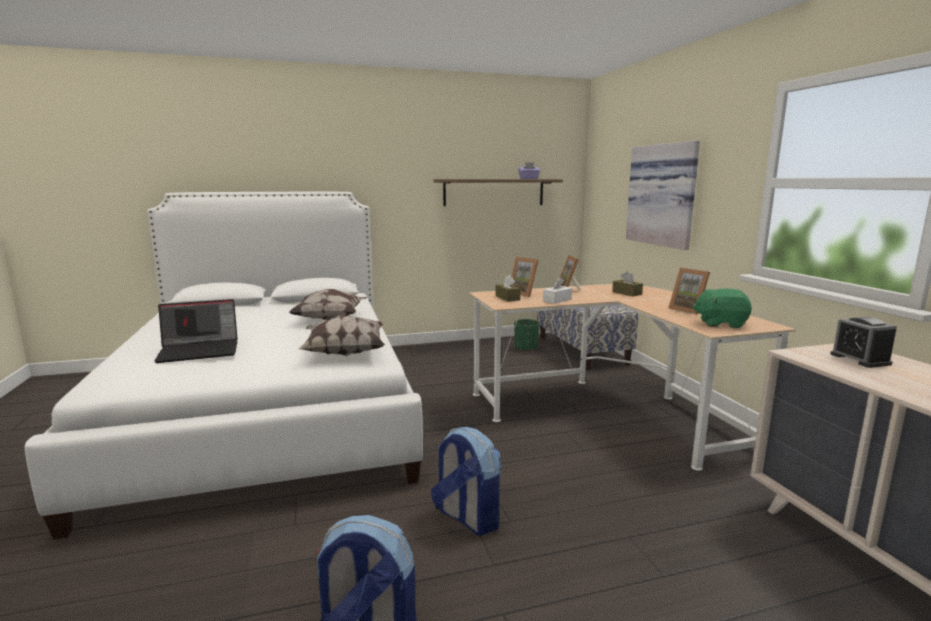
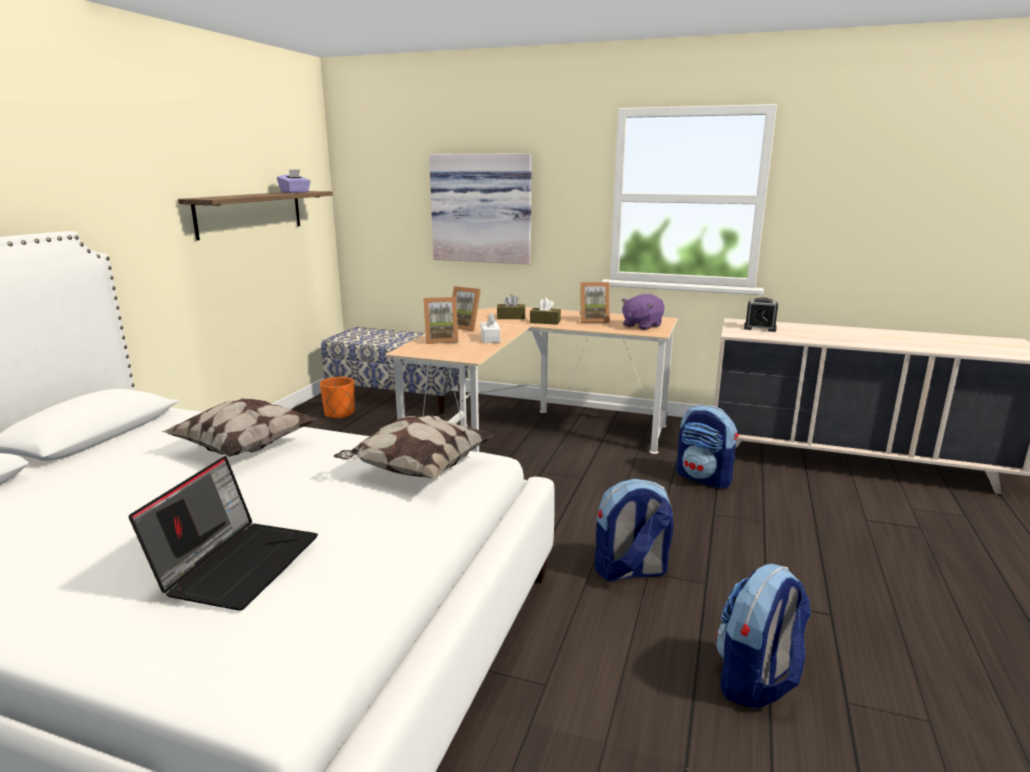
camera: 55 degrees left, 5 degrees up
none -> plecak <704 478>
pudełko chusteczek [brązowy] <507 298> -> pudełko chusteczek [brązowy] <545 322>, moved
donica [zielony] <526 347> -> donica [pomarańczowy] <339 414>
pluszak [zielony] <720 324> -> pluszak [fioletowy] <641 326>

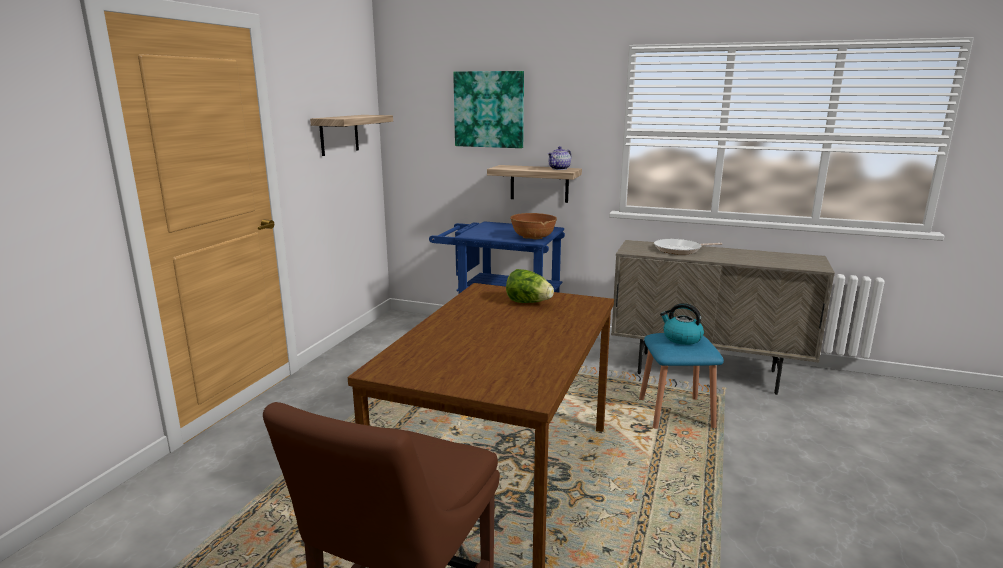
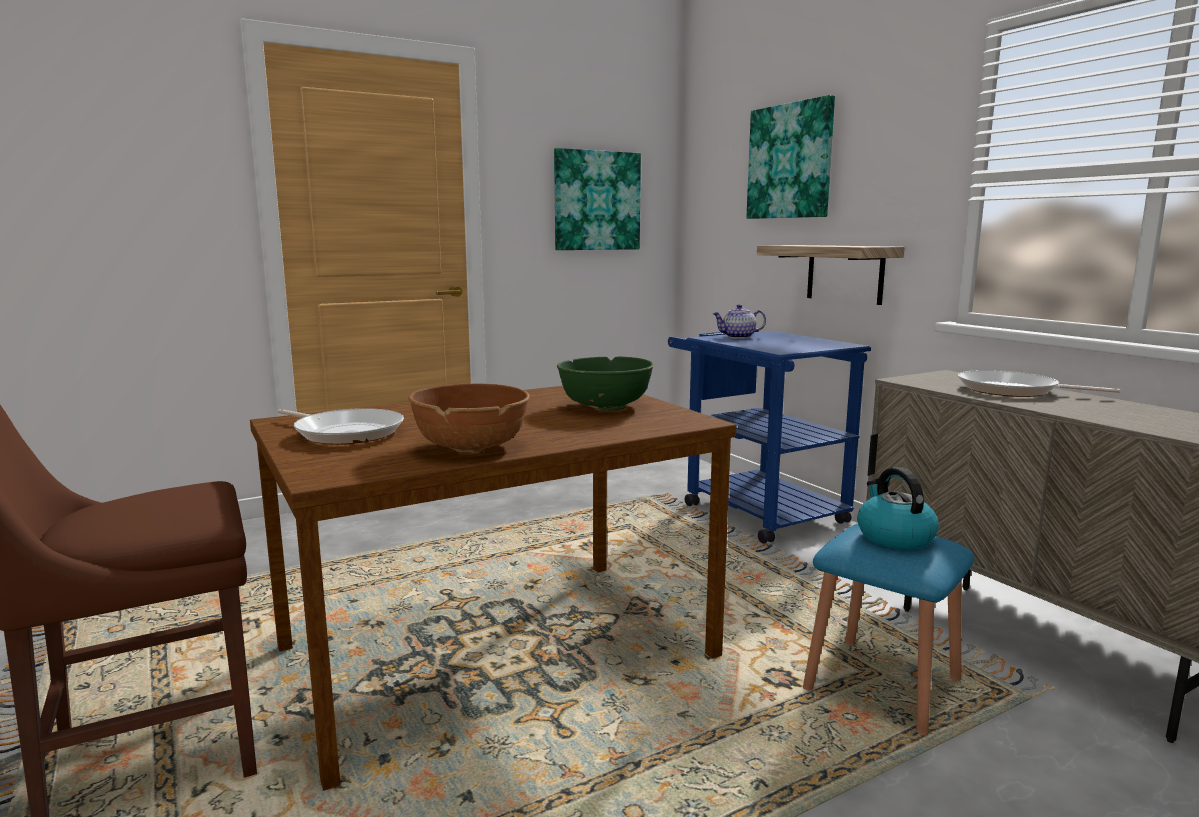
camera: 40 degrees right, 5 degrees down
none -> patelnia <346 432>
miska [brązowy] <533 237> -> miska [brązowy] <471 447>, moved
imbryk <559 169> -> imbryk <738 337>, moved
półka <339 134> -> obraz <596 201>
sałata <528 303> -> miska [zielony] <605 406>

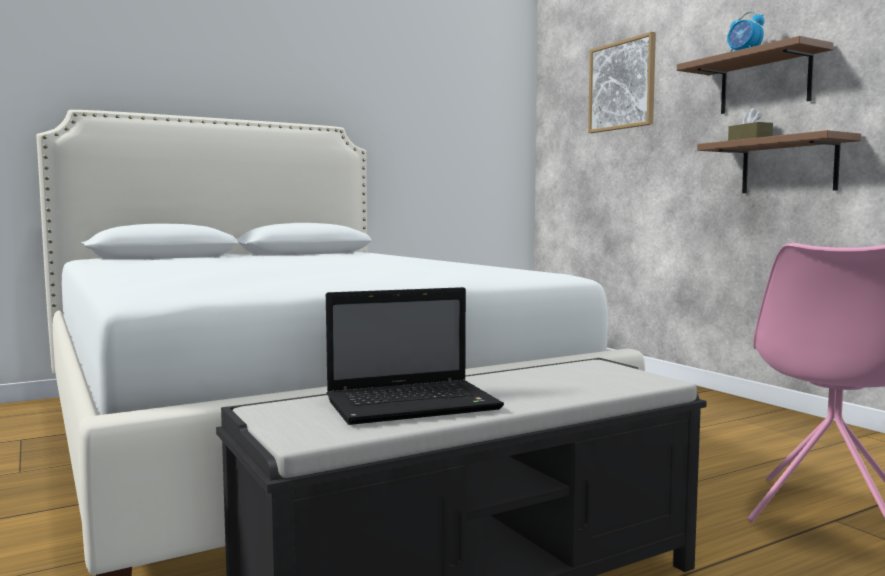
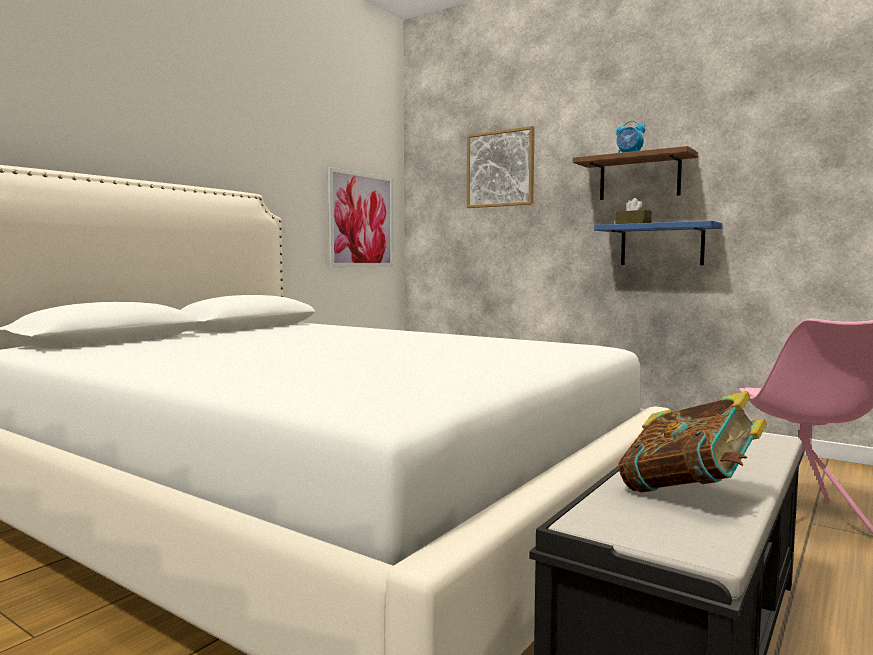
camera: 25 degrees left, 0 degrees up
none -> obraz <361 220>
laptop <415 404> -> książka <688 494>
półka [brązowy] <788 166> -> półka [niebieski] <661 245>

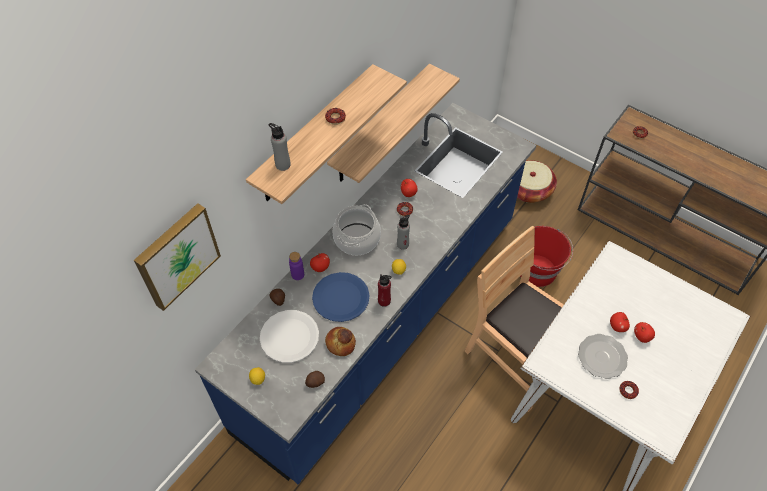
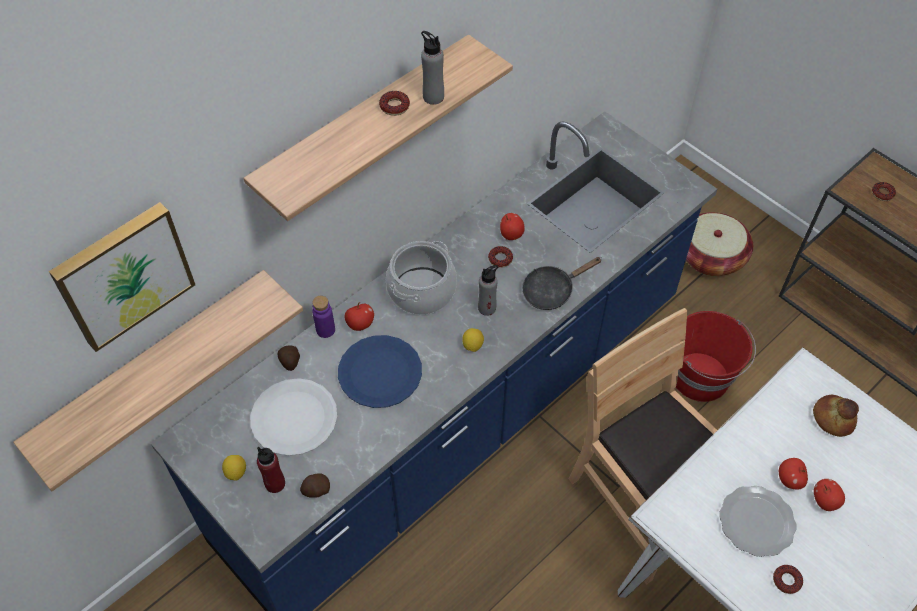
camera: 10 degrees right, 0 degrees up
none -> patelnia [czarny] <552 290>
butelka [szary] <283 165> -> butelka [szary] <433 97>, moved
chleb <341 343> -> chleb <833 418>, moved
półka <380 125> -> półka <154 370>, moved
butelka [czerwony] <384 301> -> butelka [czerwony] <275 484>, moved

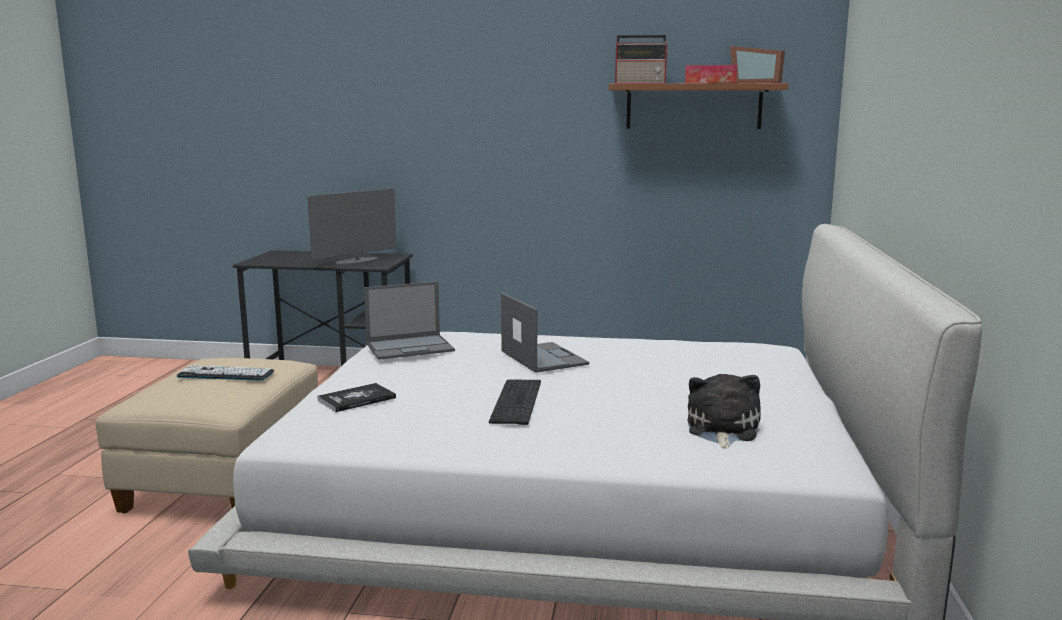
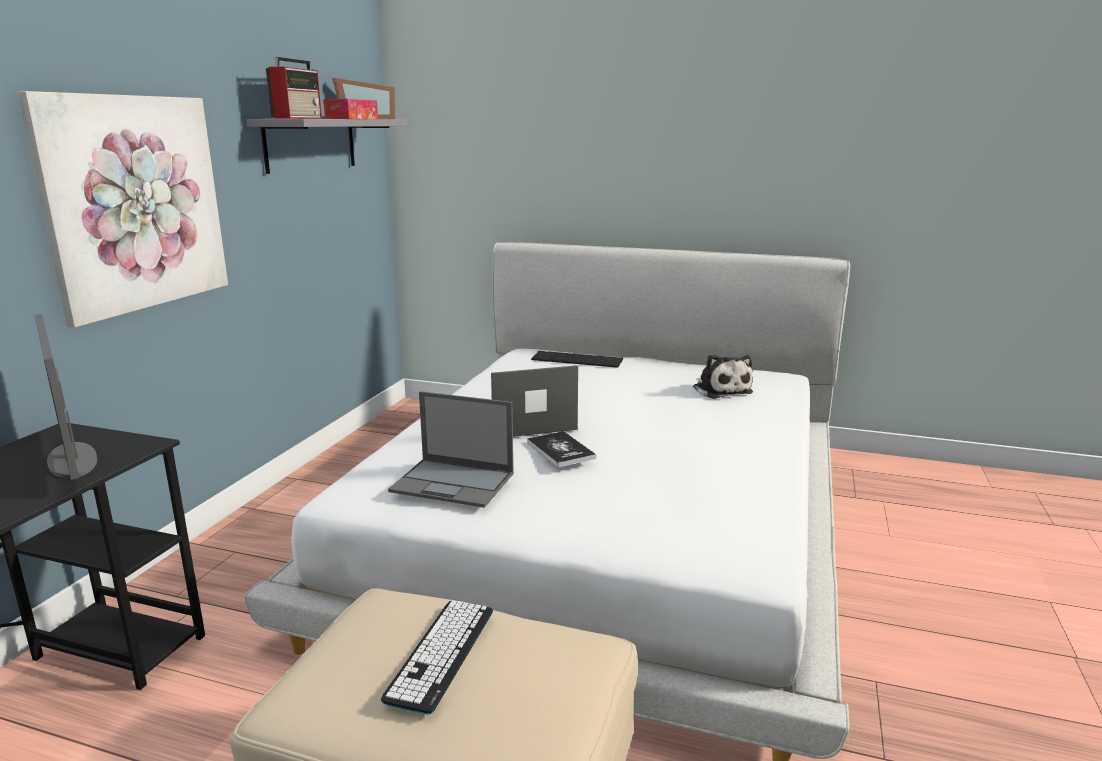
camera: 80 degrees left, 5 degrees up
none -> obraz <135 203>
książka <356 399> -> książka <560 450>, moved
klawiatura <518 402> -> klawiatura <578 359>, moved
półka [brązowy] <693 106> -> półka [szary] <311 144>
laptop <411 347> -> laptop <454 483>, 120 degrees clockwise
pluszak <721 430> -> pluszak <720 390>, 135 degrees counterclockwise

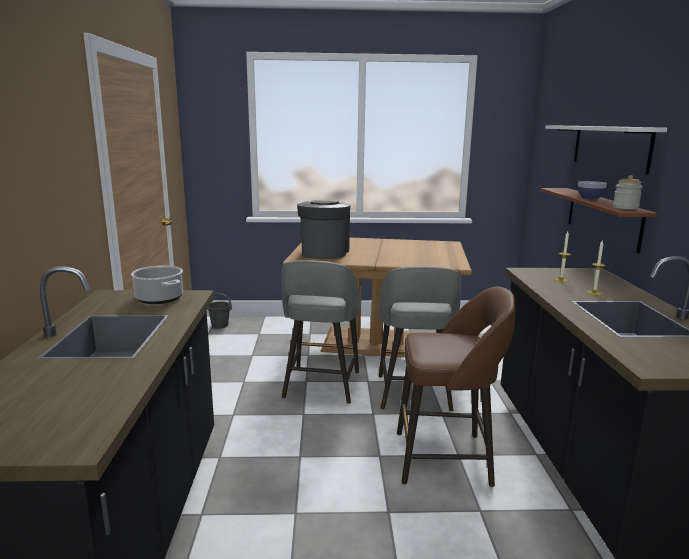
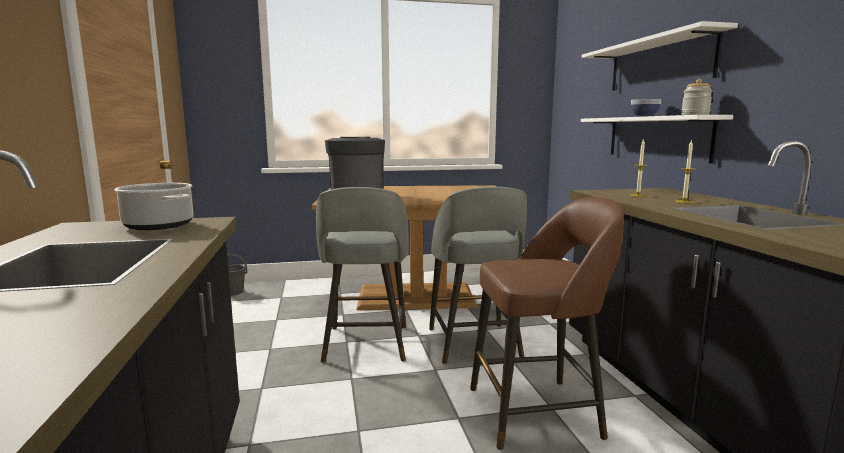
camera: 10 degrees left, 5 degrees down
półka [brązowy] <602 217> -> półka [biały] <656 137>

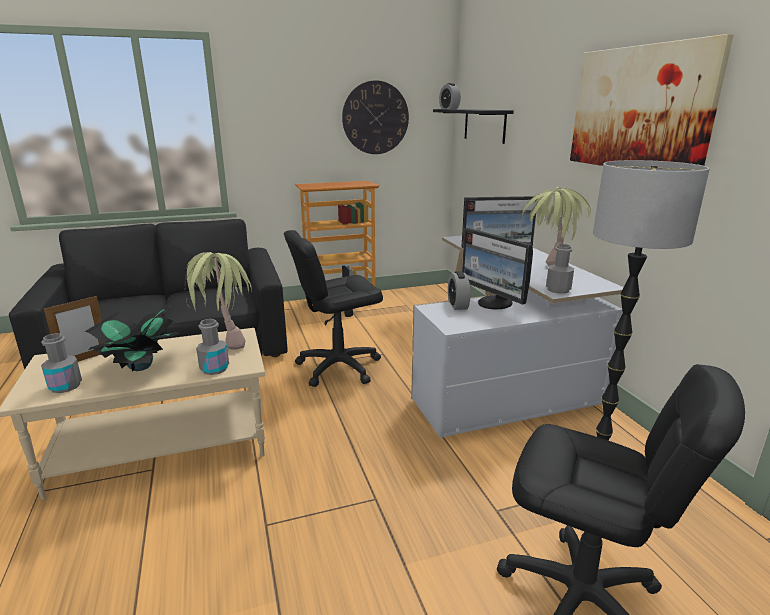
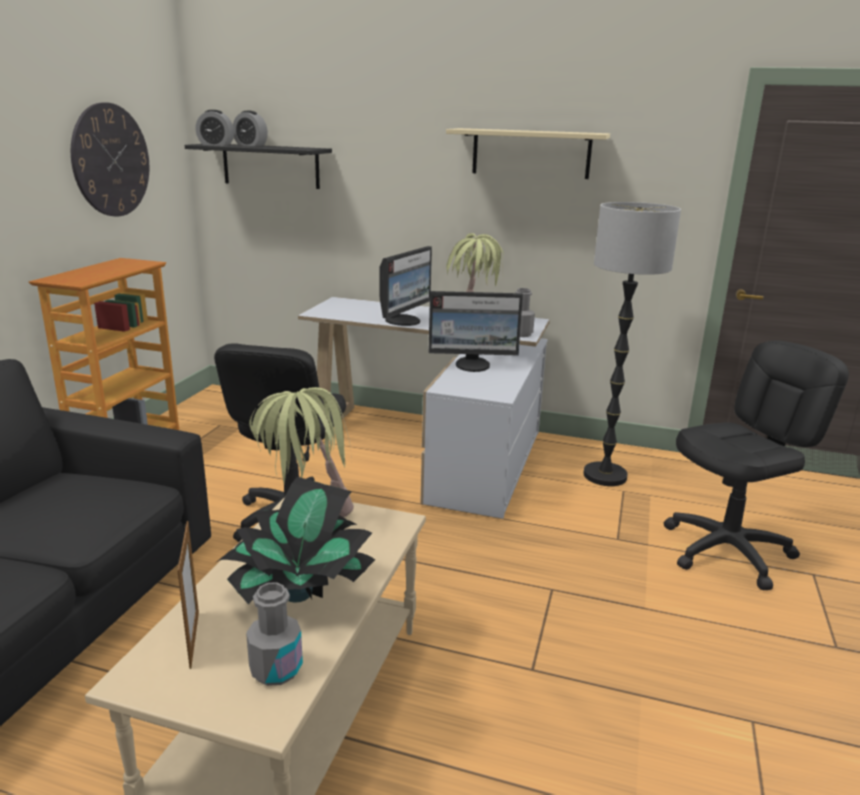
camera: 55 degrees left, 0 degrees up
butelka [szary] <214 369> -> none
budzik <457 305> -> budzik <250 145>, moved
obraz <639 109> -> półka [beżowy] <531 153>

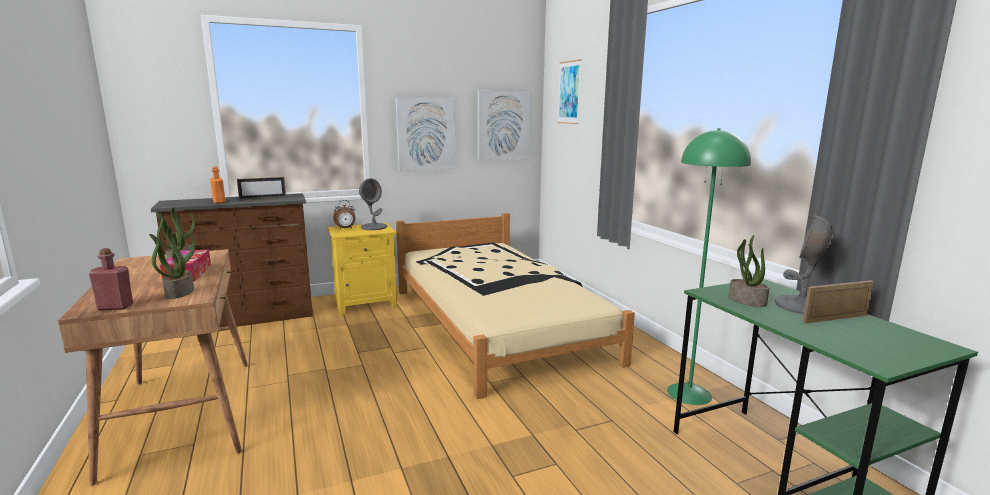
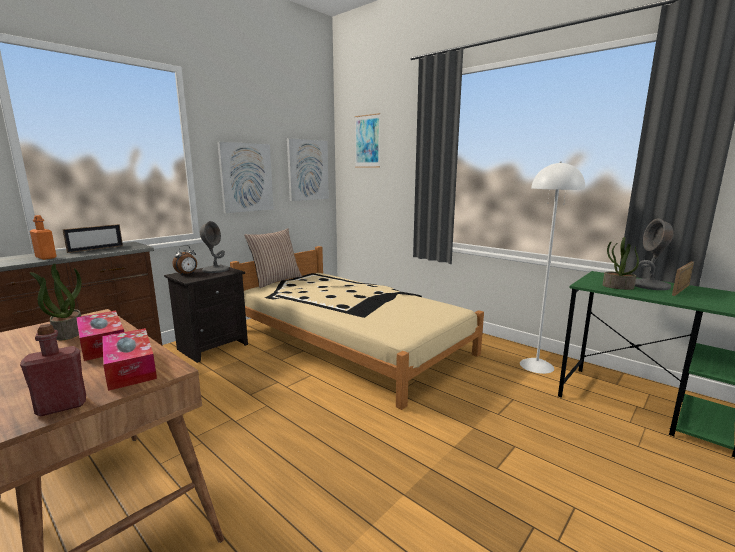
camera: 25 degrees left, 0 degrees up
none -> poduszka <276 280>
roślina doniczkowa <179 292> -> pudełko chusteczek <130 368>
szafka nocna [żółty] <366 304> -> szafka nocna [czarny] <213 346>
lampa stojąca [zielony] <689 393> -> lampa stojąca [biały] <537 365>

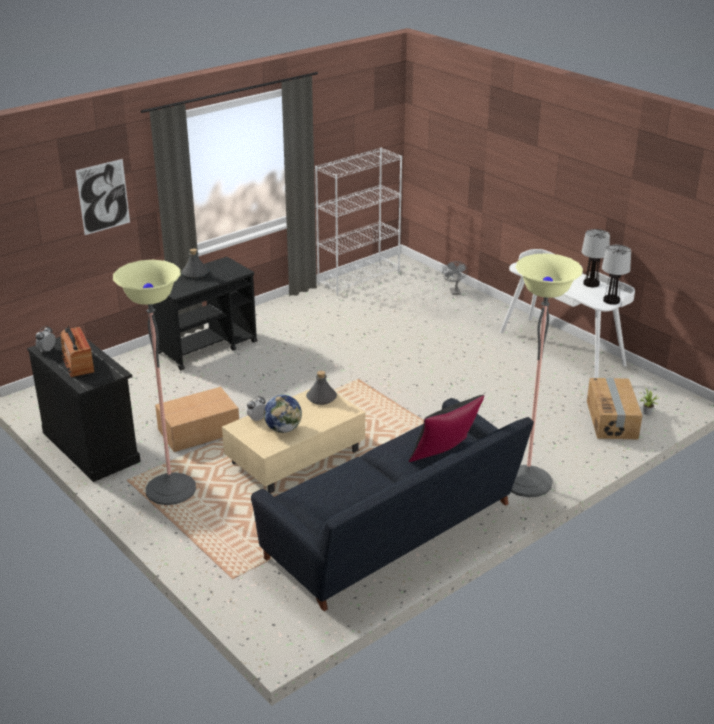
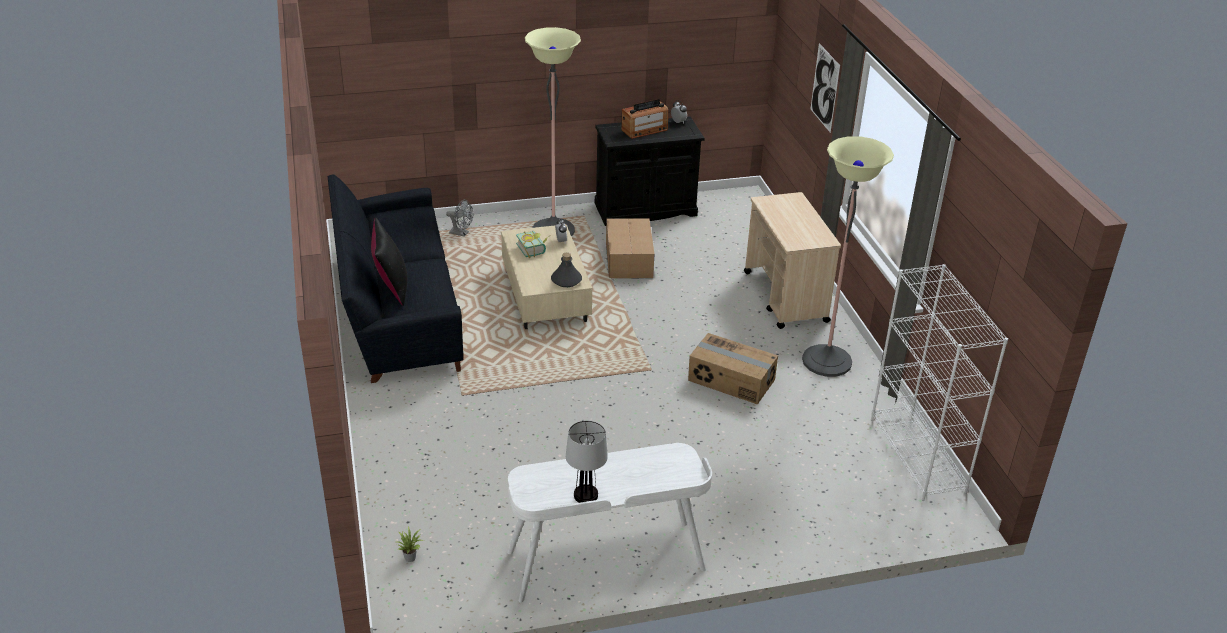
camera: 115 degrees right, 5 degrees up
butelka [szary] <195 274> -> none
lampa stołowa <611 300> -> none
wentylator [szary] <454 290> -> wentylator [szary] <462 233>, moved
lampa stojąca <527 482> -> lampa stojąca <827 361>, moved
karton <612 419> -> karton <731 380>, moved
globus <283 429> -> książka <534 249>
wózek [czarny] <208 347> -> wózek [beżowy] <785 297>
radio <78 363> -> radio <644 130>, 150 degrees clockwise

